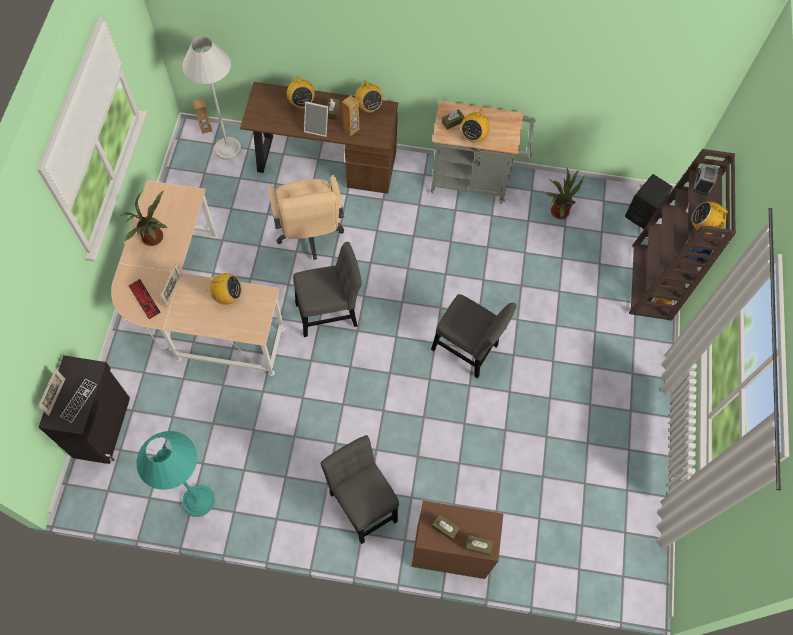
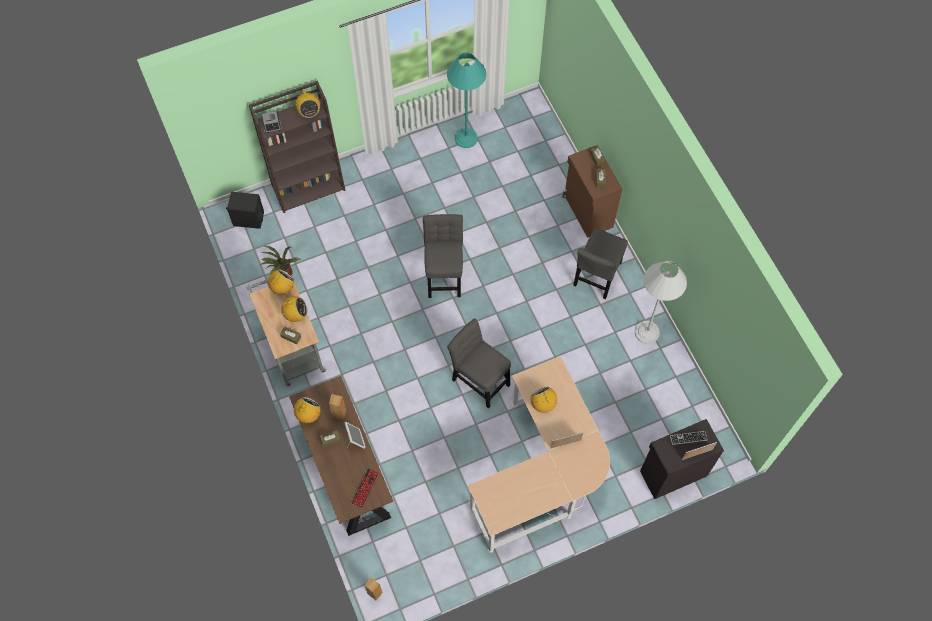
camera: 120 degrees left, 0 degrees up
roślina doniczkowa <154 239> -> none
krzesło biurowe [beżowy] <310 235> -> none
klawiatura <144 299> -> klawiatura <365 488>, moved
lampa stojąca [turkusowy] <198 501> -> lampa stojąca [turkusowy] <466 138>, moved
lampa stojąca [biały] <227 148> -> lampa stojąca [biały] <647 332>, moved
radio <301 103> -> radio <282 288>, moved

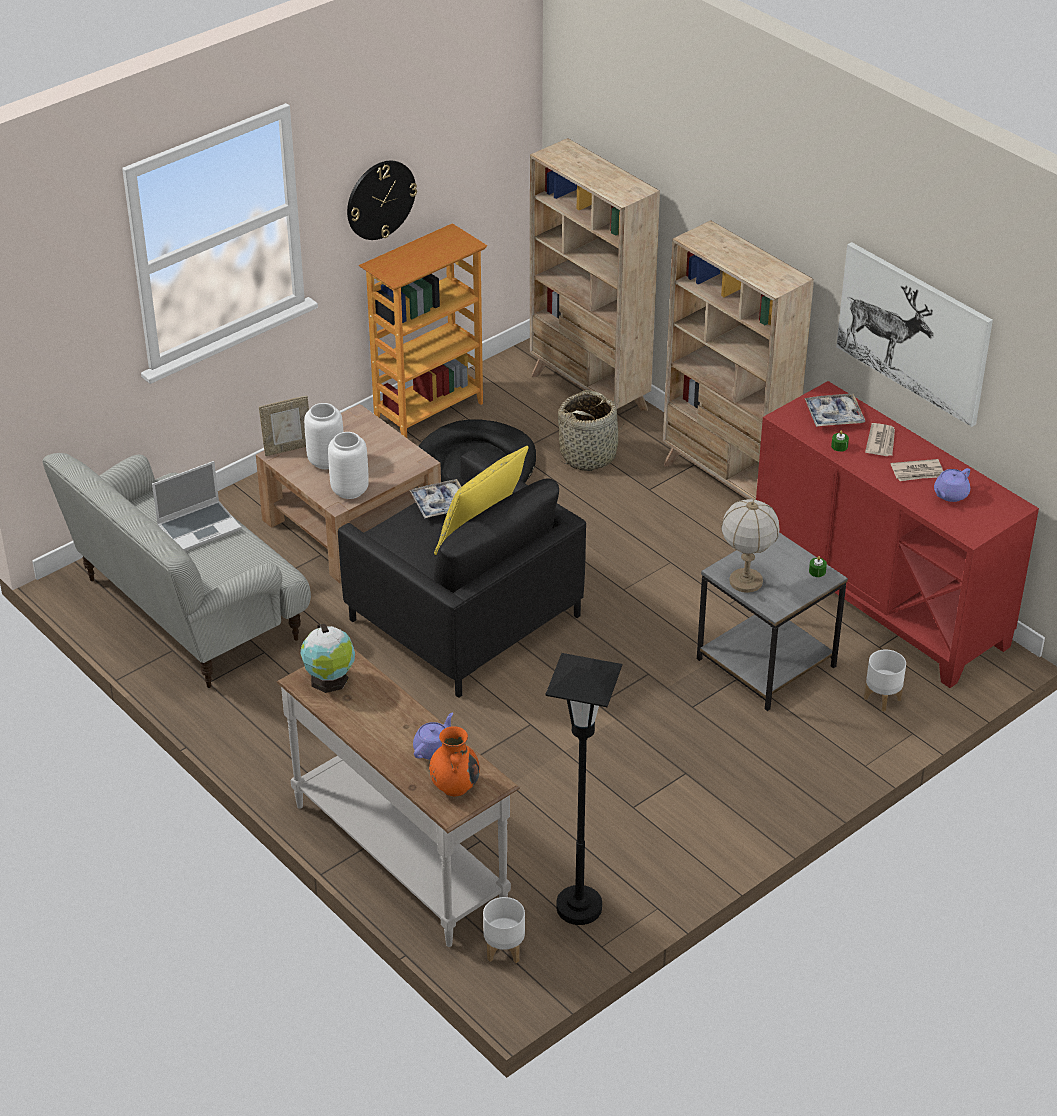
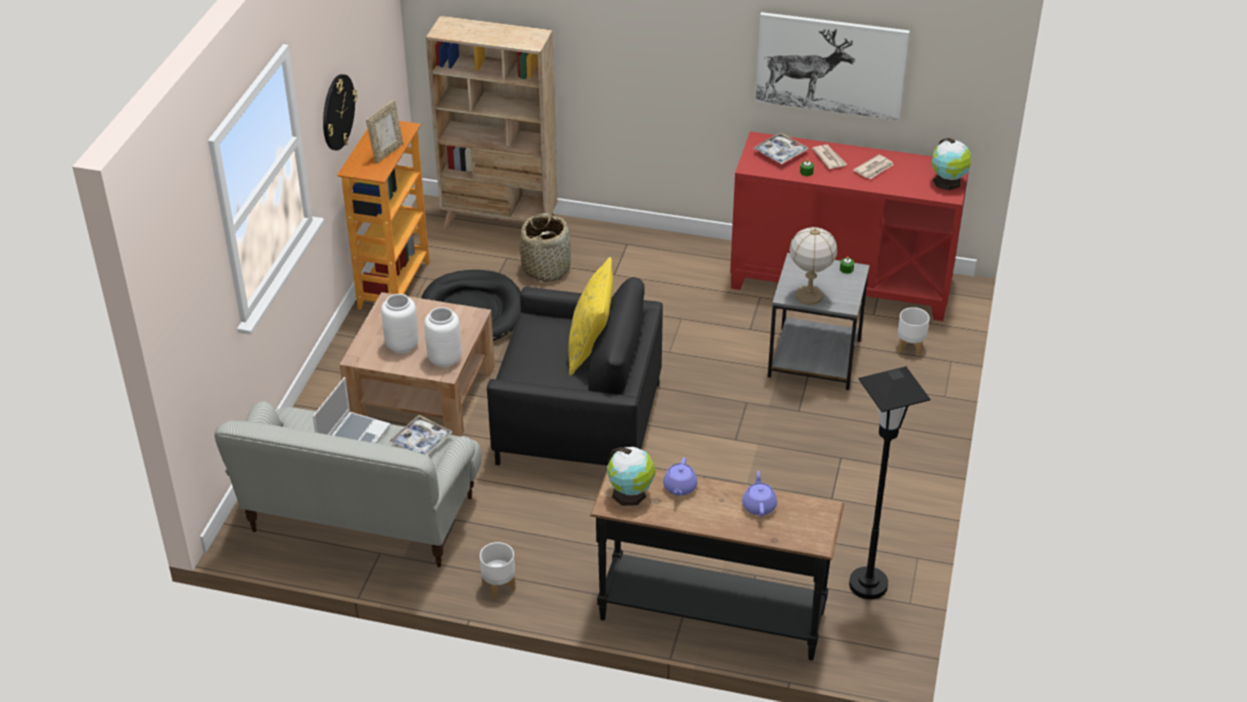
camera: 35 degrees left, 0 degrees up
wazon [pomarańczowy] <454 786> -> none
regał [beżowy] <726 484> -> none
none -> globus <948 182>
ramka na zdjęcie <288 448> -> ramka na zdjęcie <387 152>, moved
taca <440 504> -> taca <421 441>, moved
donica [biały] <503 950> -> donica [biały] <498 586>, moved
imbryk [fioletowy] <950 494> -> imbryk [fioletowy] <679 488>, moved
stolik konsolowy [biały] <401 855> -> stolik konsolowy [czarny] <712 614>

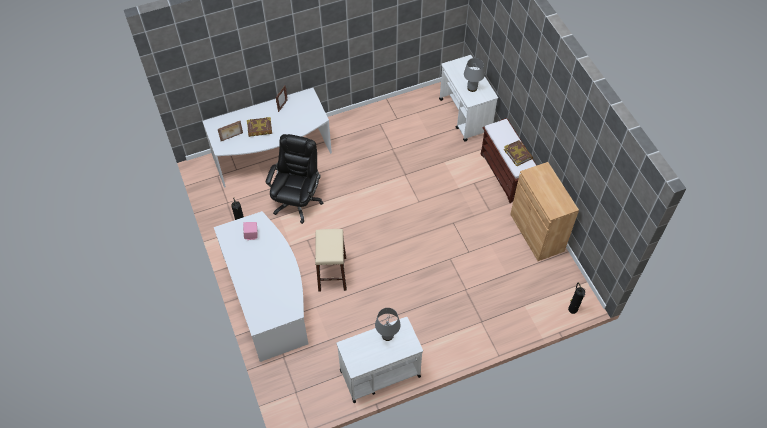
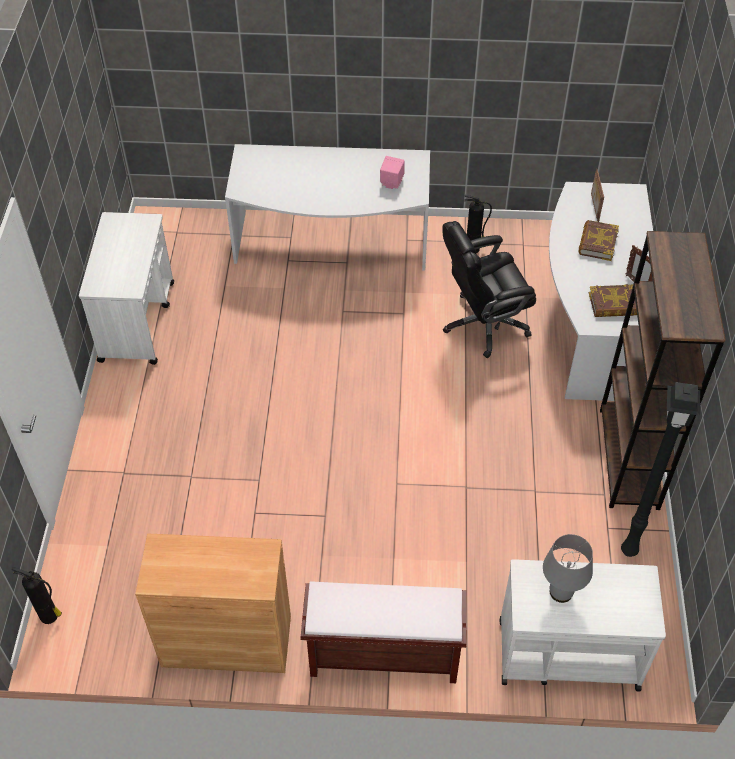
camera: 115 degrees right, 5 degrees down
stołek [beżowy] <332 274> -> none
lampa stołowa [szary] <387 335> -> none
none -> regał [brązowy] <629 458>
none -> lampa stojąca [czarny] <630 550>
książka <518 154> -> książka <613 304>, moved
krzesło biurowe [czarny] <297 201> -> krzesło biurowe [czarny] <484 324>, 120 degrees clockwise

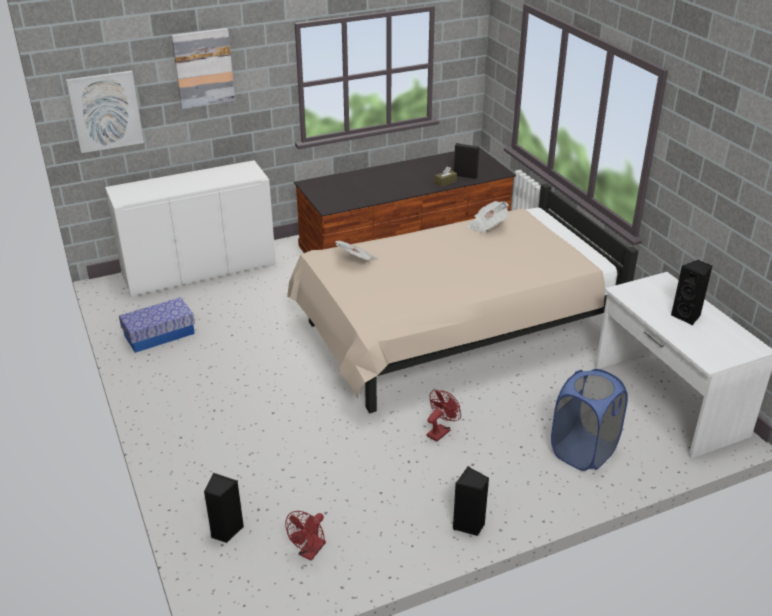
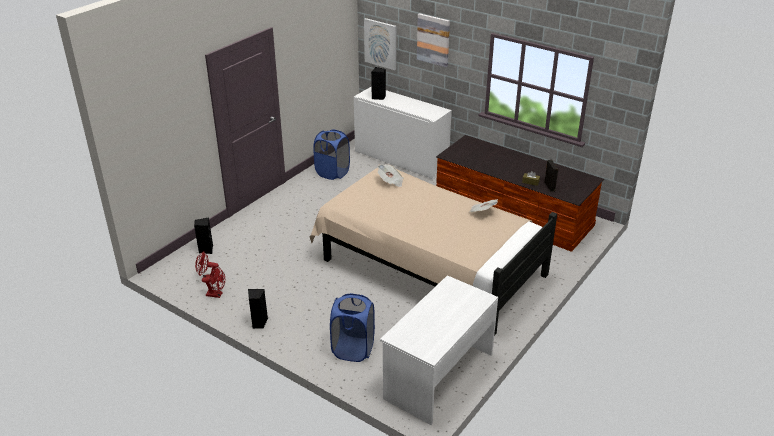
camera: 60 degrees right, 0 degrees up
wentylator [czerwony] <440 431> -> wentylator [czerwony] <217 294>, moved
głośnik [czarny] <687 316> -> głośnik [czarny] <378 97>, moved
pojemnik do przechowywania <159 334> -> kosz na pranie [niebieski] <332 173>

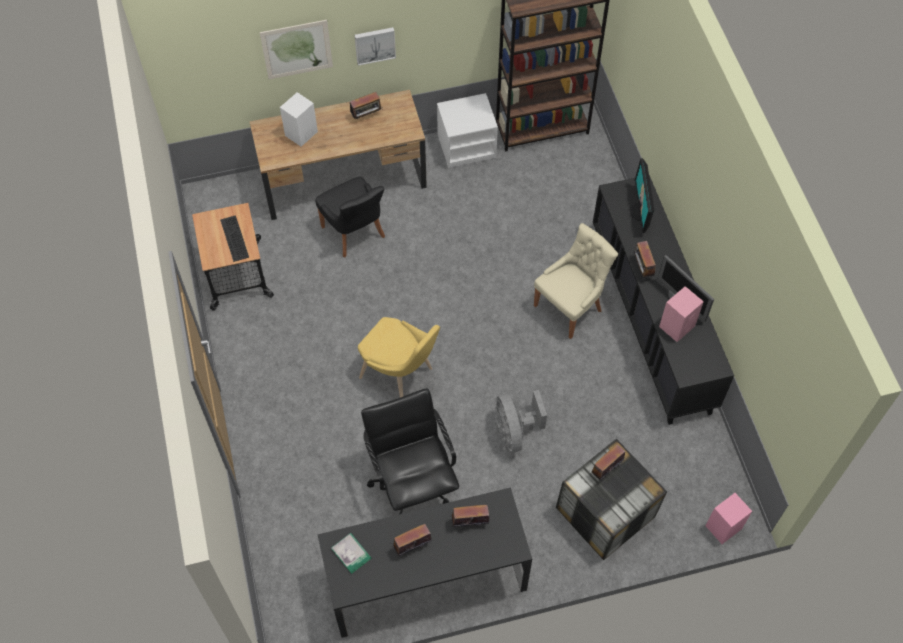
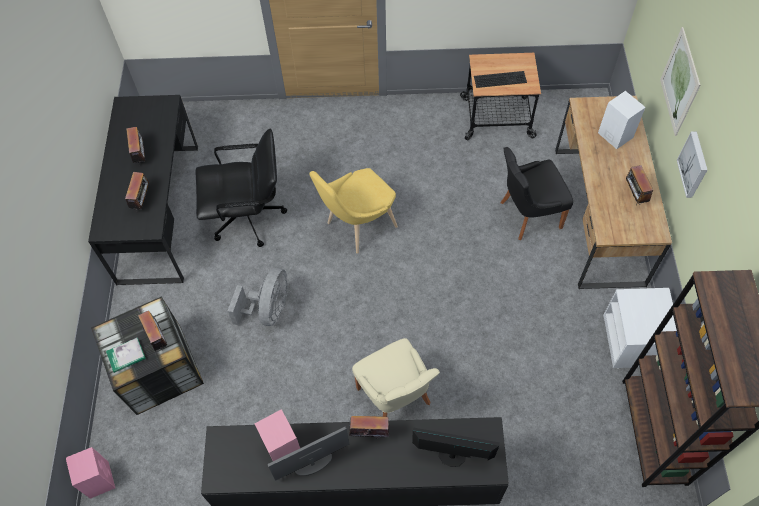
camera: 105 degrees right, 0 degrees up
książka <351 553> -> książka <126 356>, moved
wentylator [szary] <514 431> -> wentylator [szary] <269 310>, 105 degrees clockwise

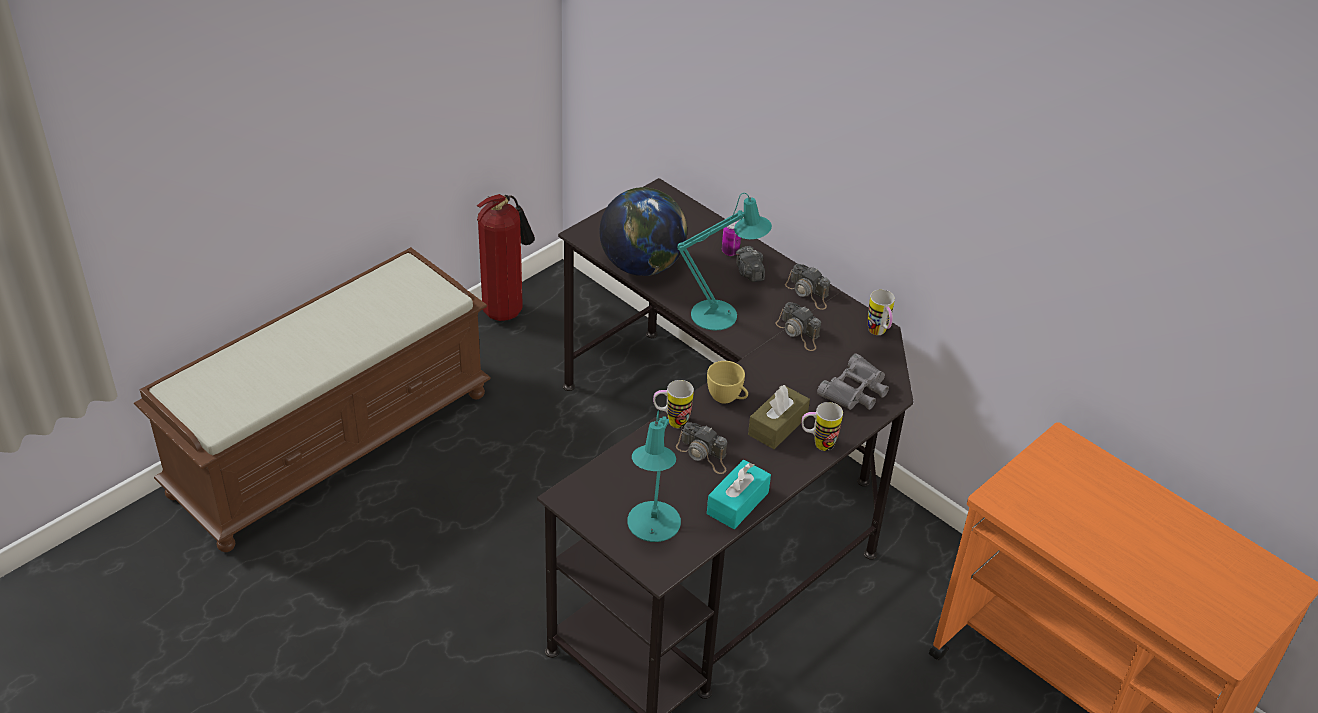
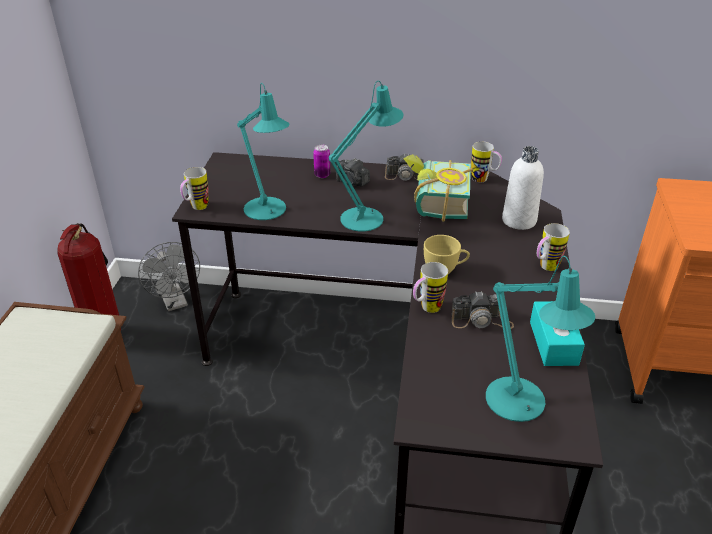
camera: 35 degrees left, 5 degrees down
pudełko chusteczek [brązowy] <777 426> -> none
none -> wentylator [szary] <175 302>
none -> kubek <196 208>
globus <642 266> -> lampa stołowa [turkusowy] <268 211>
aparat fotograficzny <799 333> -> książka <434 203>
lornetka [szary] <855 390> -> butelka [biały] <519 220>

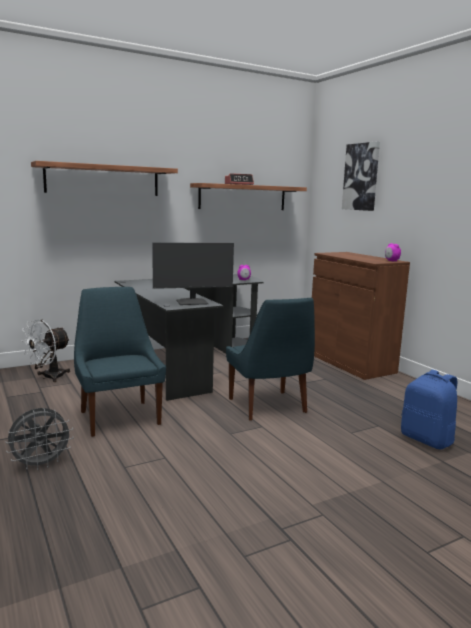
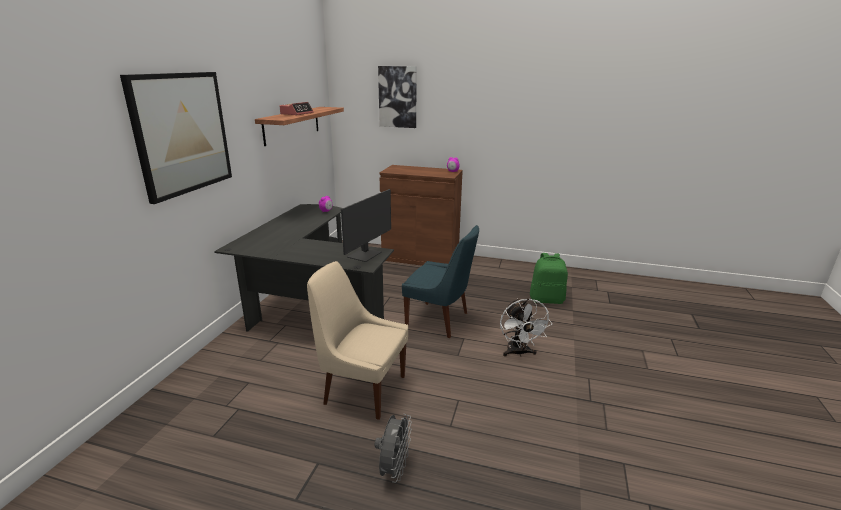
camera: 45 degrees left, 10 degrees up
wentylator [biały] <48 377> -> wentylator [biały] <518 353>, moved
półka <103 180> -> obraz <182 133>
krzesło [niebieski] <119 417> -> krzesło [beżowy] <362 389>
plecak [niebieski] <427 440> -> plecak [zielony] <547 299>

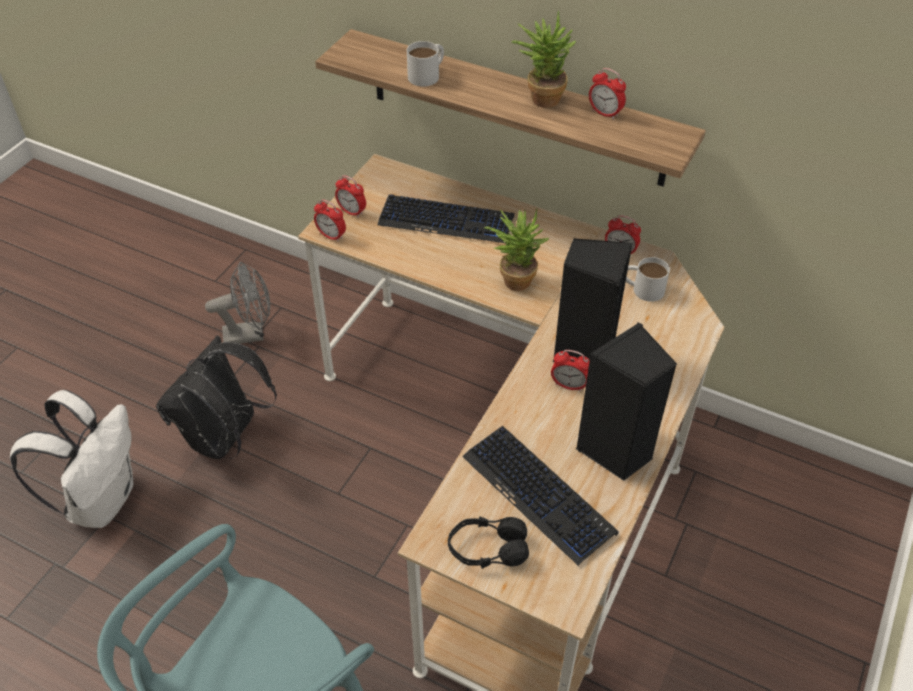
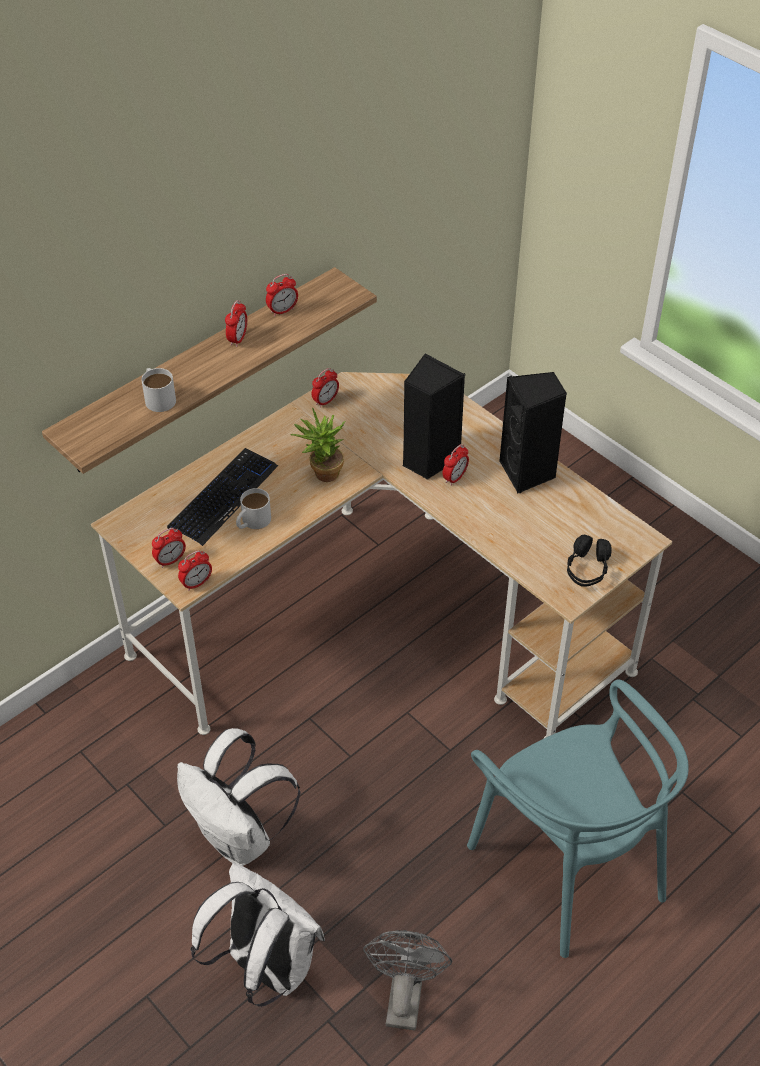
camera: 70 degrees left, 0 degrees up
klawiatura <538 494> -> none
wentylator [szary] <250 334> -> wentylator [szary] <404 995>, moved
kubek [biały] <642 288> -> kubek [biały] <252 522>, moved
roślina doniczkowa <541 97> -> budzik <237 339>
plecak [czarny] <226 439> -> plecak [biały] <240 837>

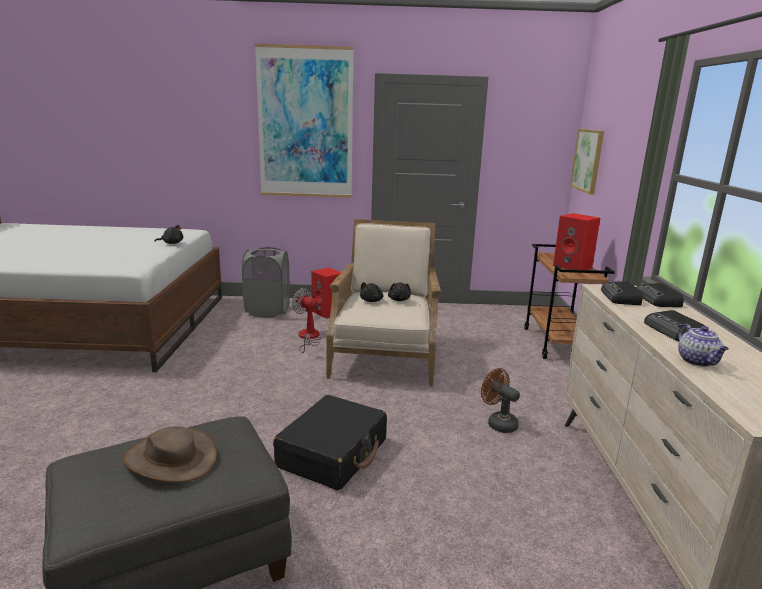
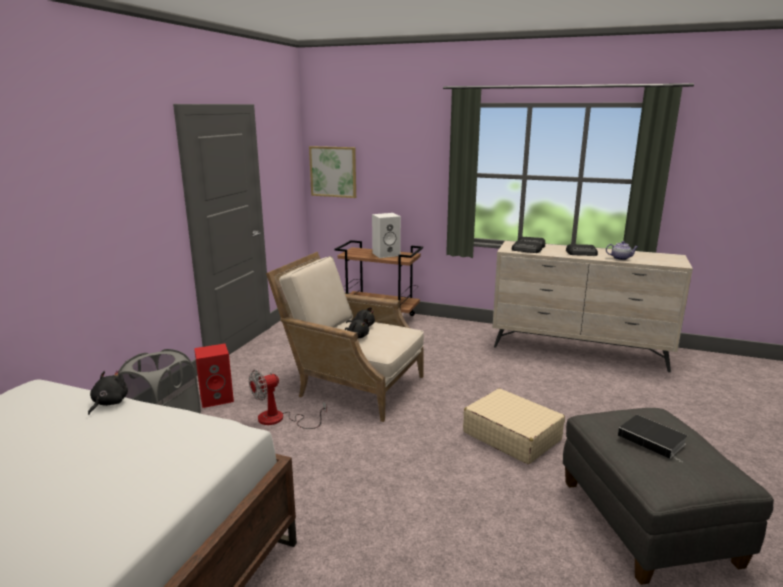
camera: 70 degrees left, 0 degrees up
obraz <305 123> -> none
wentylator [brązowy] <498 423> -> none
kapelusz [brązowy] <170 458> -> książka <653 440>
walizka [czarny] <333 453> -> walizka [beżowy] <511 436>
głośnik [czerwony] <573 267> -> głośnik [biały] <386 254>

